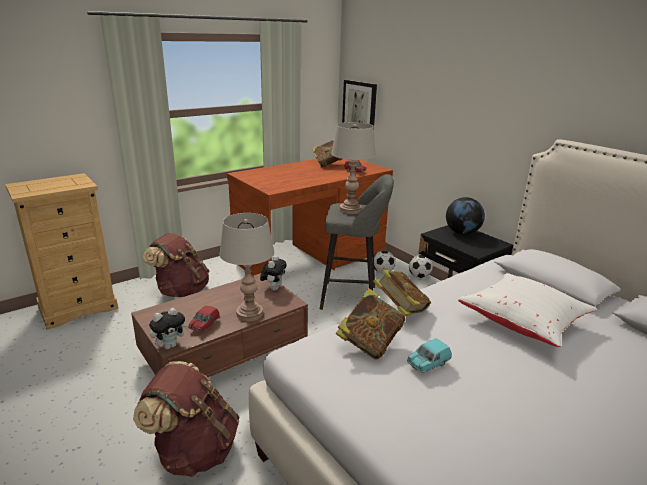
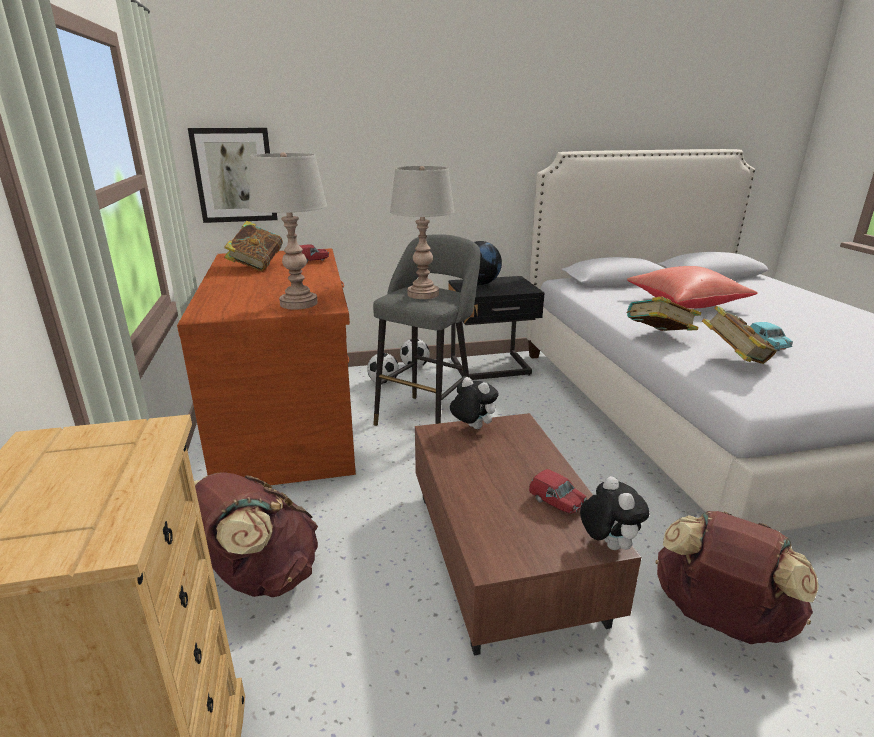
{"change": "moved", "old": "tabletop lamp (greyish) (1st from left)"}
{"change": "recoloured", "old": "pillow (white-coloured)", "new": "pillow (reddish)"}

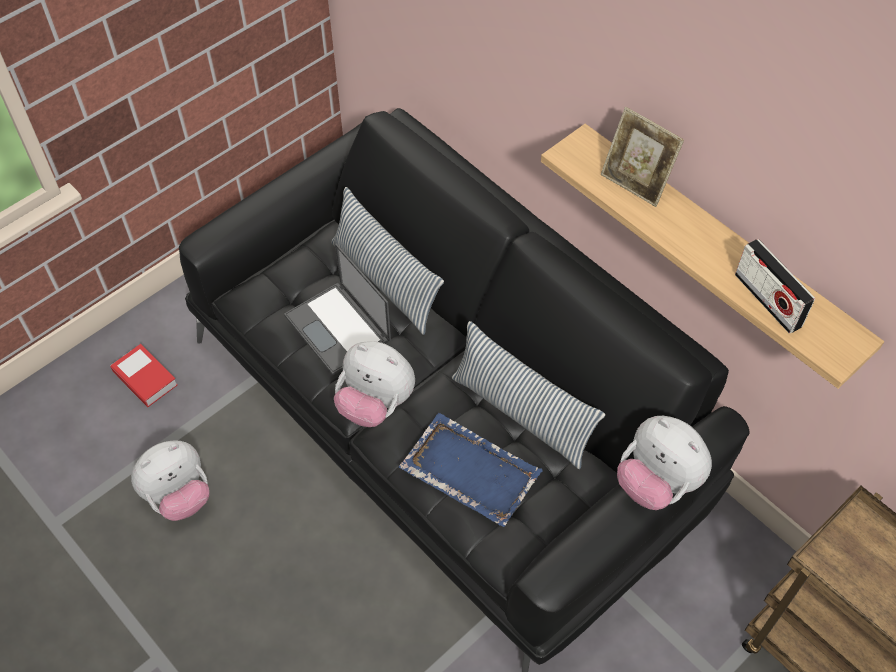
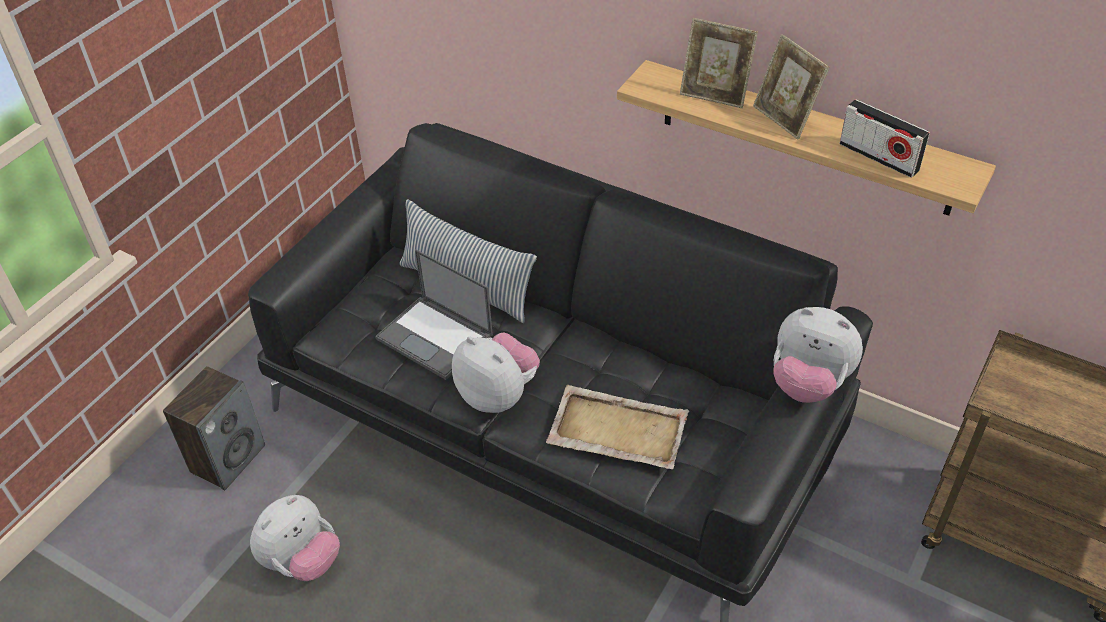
{"change": "replaced", "old": "volume", "new": "speaker"}
{"change": "turned", "old": "soft toy (2nd from left)", "degrees": -150}
{"change": "recoloured", "old": "tray (blue)", "new": "tray (beige-coloured)"}
{"change": "removed", "old": "pillow (2nd from left)"}
{"change": "added", "new": "photo frame (2nd from left)"}

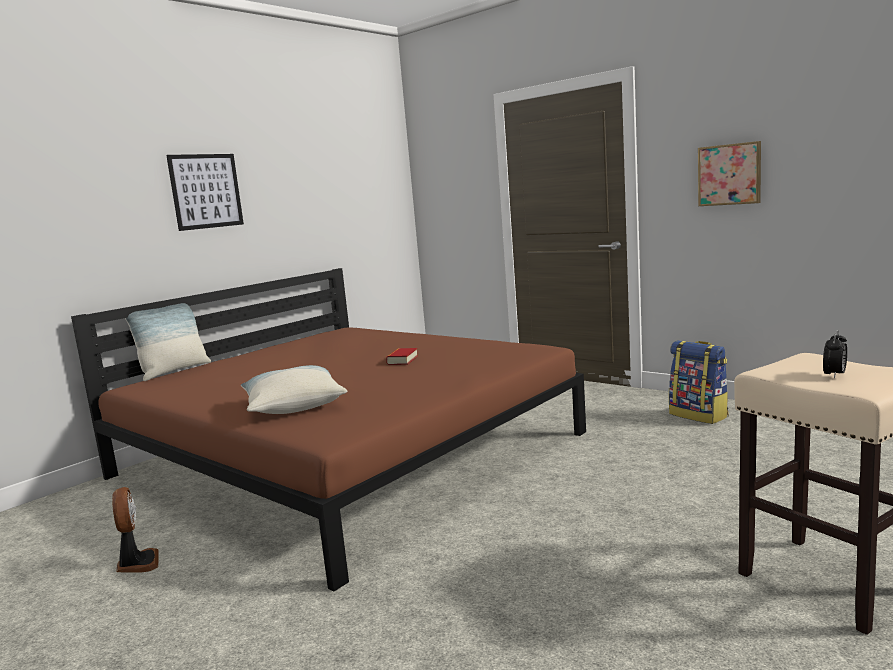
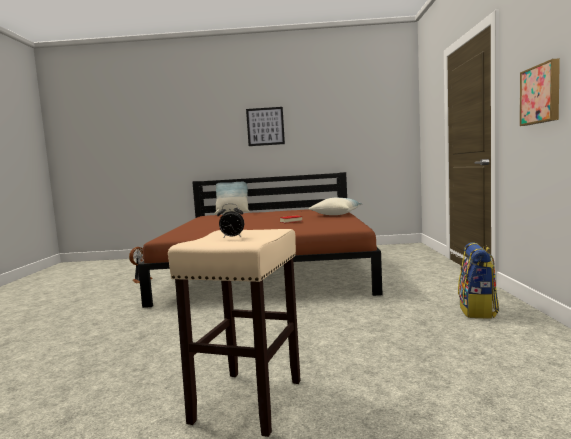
{"change": "moved", "old": "pillow (2nd from left)"}

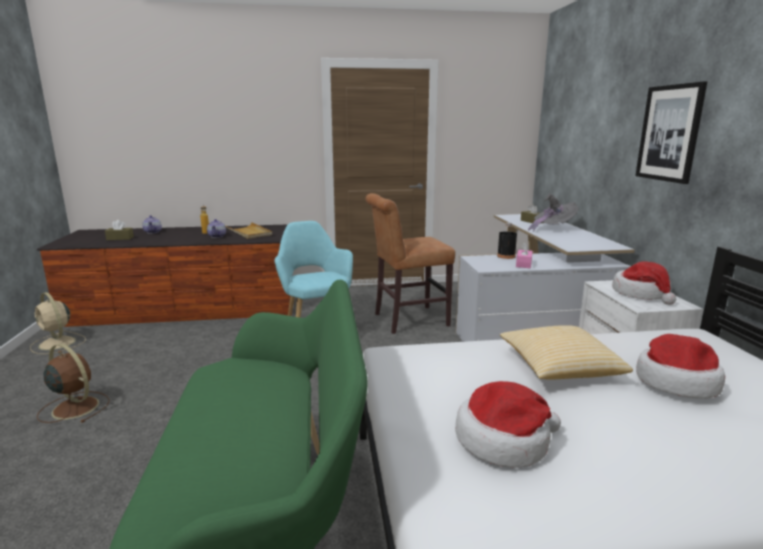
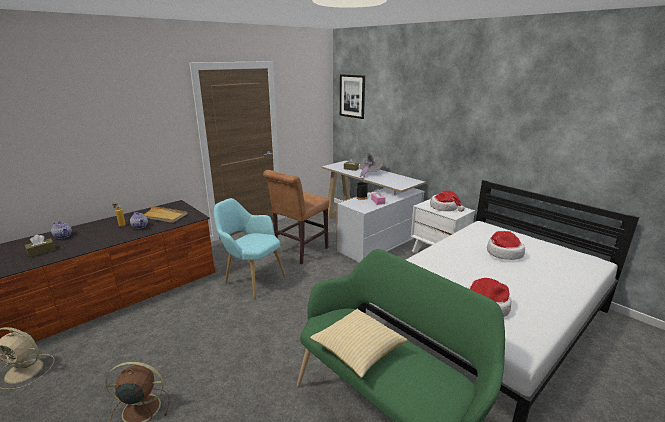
{"change": "moved", "old": "pillow"}
{"change": "moved", "old": "wall picture"}

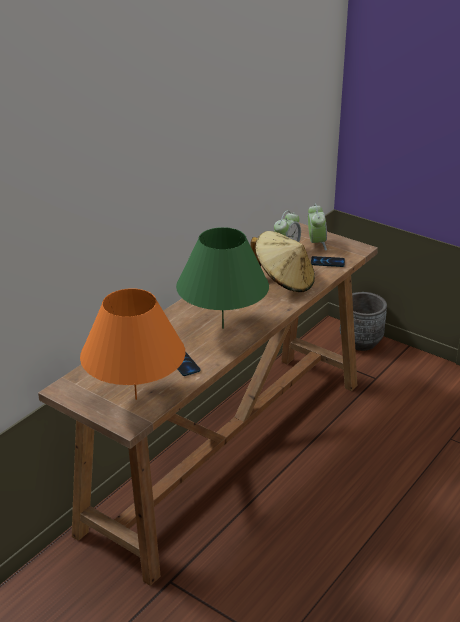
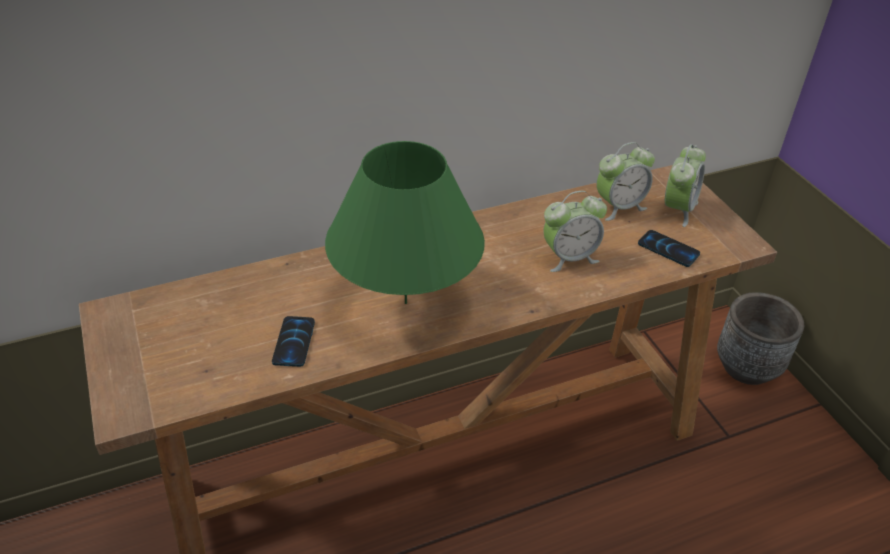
{"change": "removed", "old": "tabletop lamp (orangey)"}
{"change": "replaced", "old": "wearable hat (beige-coloured)", "new": "bedside clock (1st from left)"}

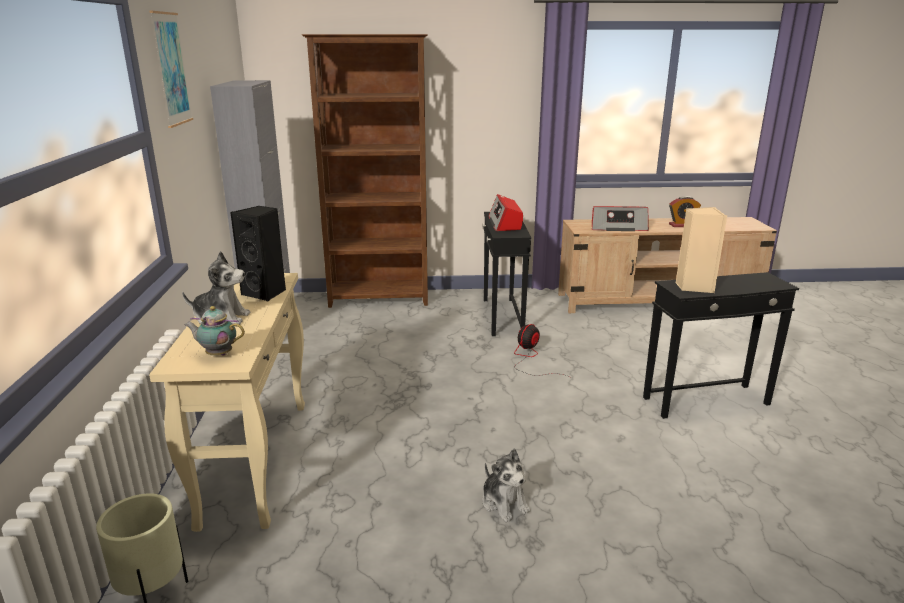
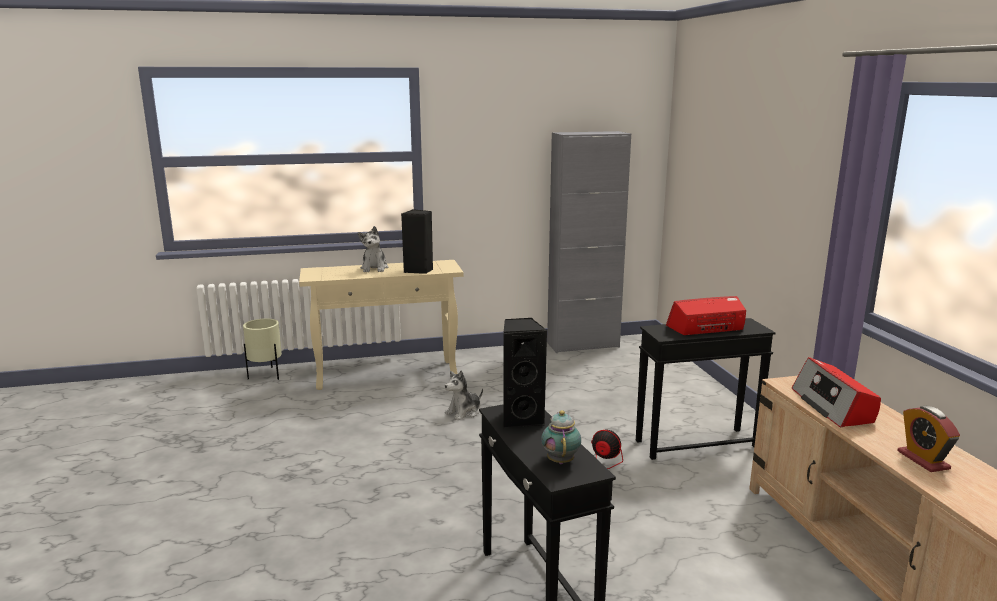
{"change": "removed", "old": "wall picture"}
{"change": "moved", "old": "teapot"}
{"change": "removed", "old": "bookcase (brown-coloured)"}
{"change": "moved", "old": "soft toy (2nd from left)"}
{"change": "recoloured", "old": "speaker (beige-coloured)", "new": "speaker (black-coloured) (2nd from left)"}

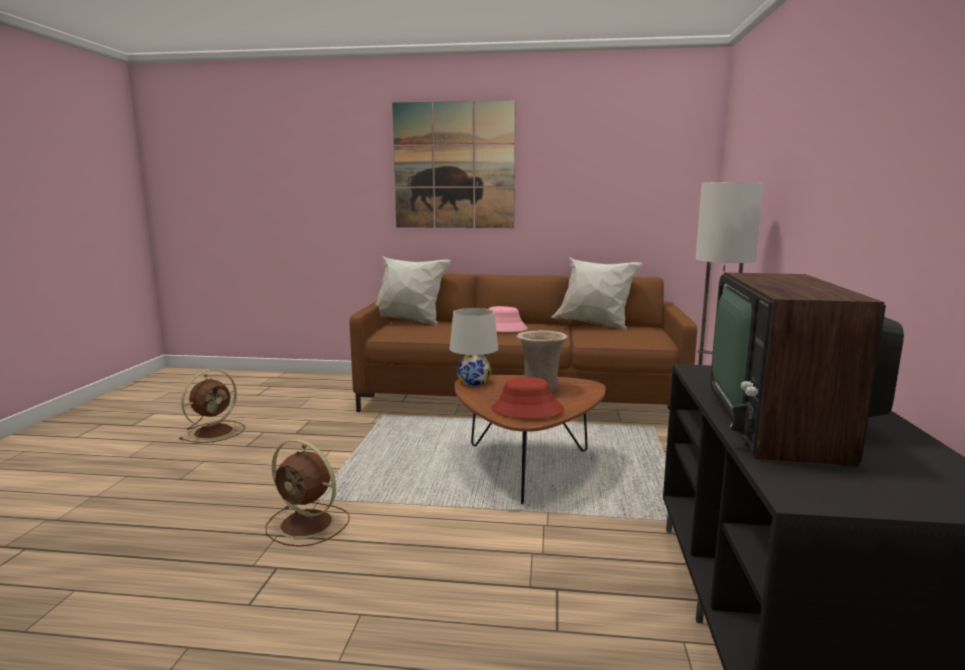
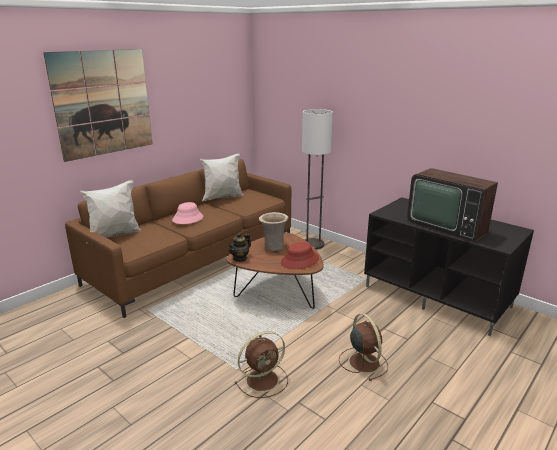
{"change": "moved", "old": "fan (brown-coloured) (1st from left in the first image)", "new": "fan (brown-coloured) (2nd from left)"}
{"change": "replaced", "old": "tabletop lamp (white-coloured)", "new": "teapot"}

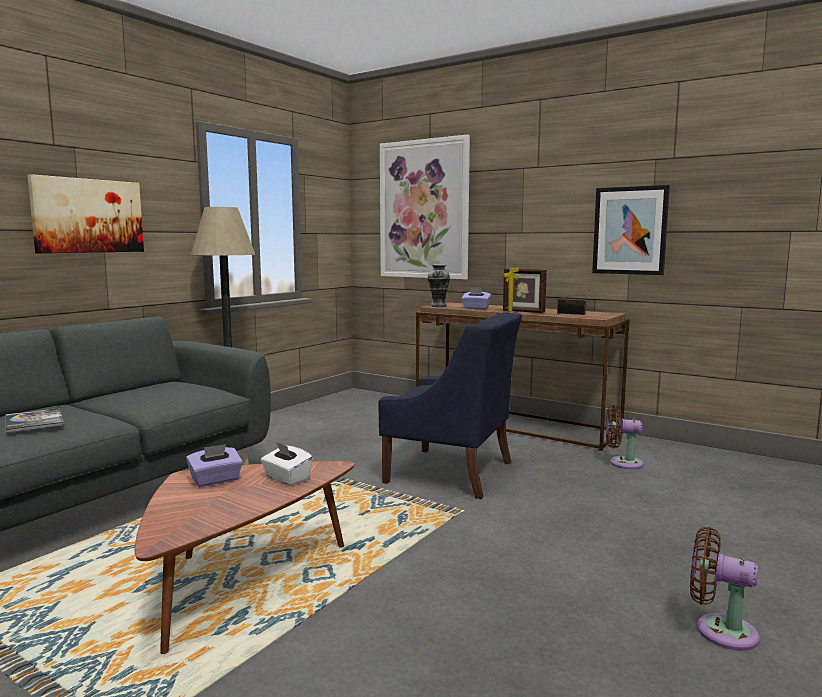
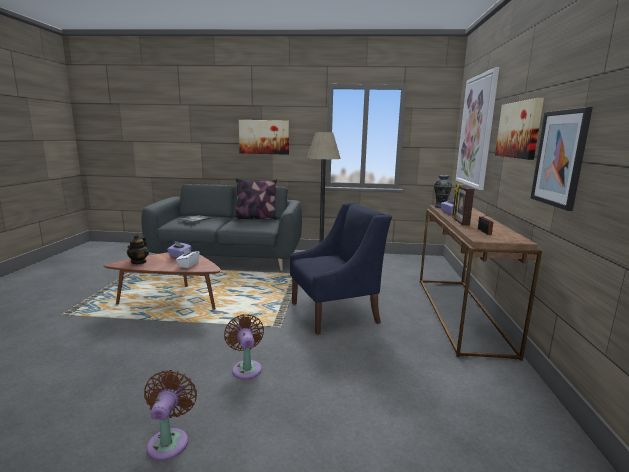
{"change": "turned", "old": "armchair (blue)", "degrees": -105}
{"change": "moved", "old": "fan (brown-coloured) (1st from left in the first image)", "new": "fan (brown-coloured) (2nd from left)"}
{"change": "added", "new": "teapot"}
{"change": "added", "new": "pillow"}
{"change": "added", "new": "wall picture (3rd from left)"}

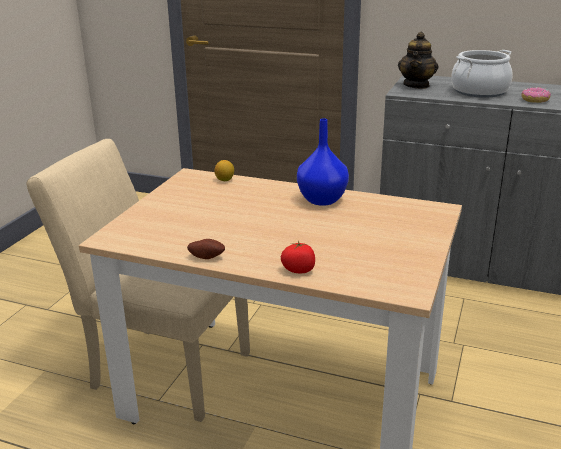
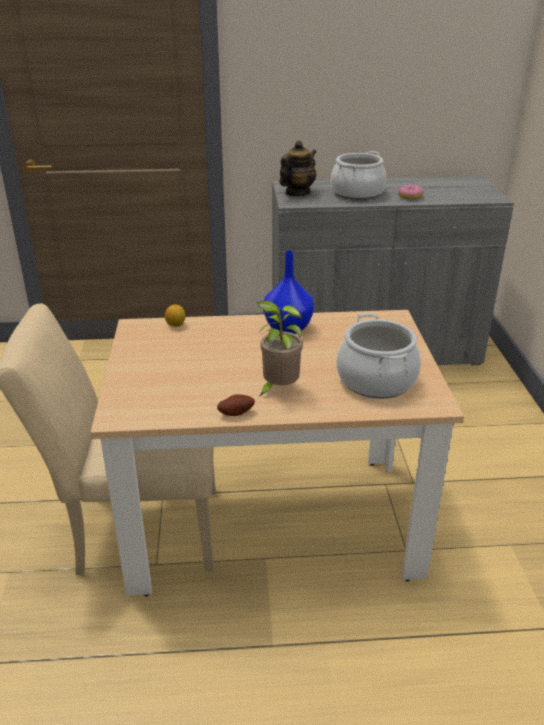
{"change": "removed", "old": "whole tomato"}
{"change": "turned", "old": "teapot", "degrees": -135}
{"change": "added", "new": "houseplant"}
{"change": "added", "new": "cooking pot (2nd from left)"}

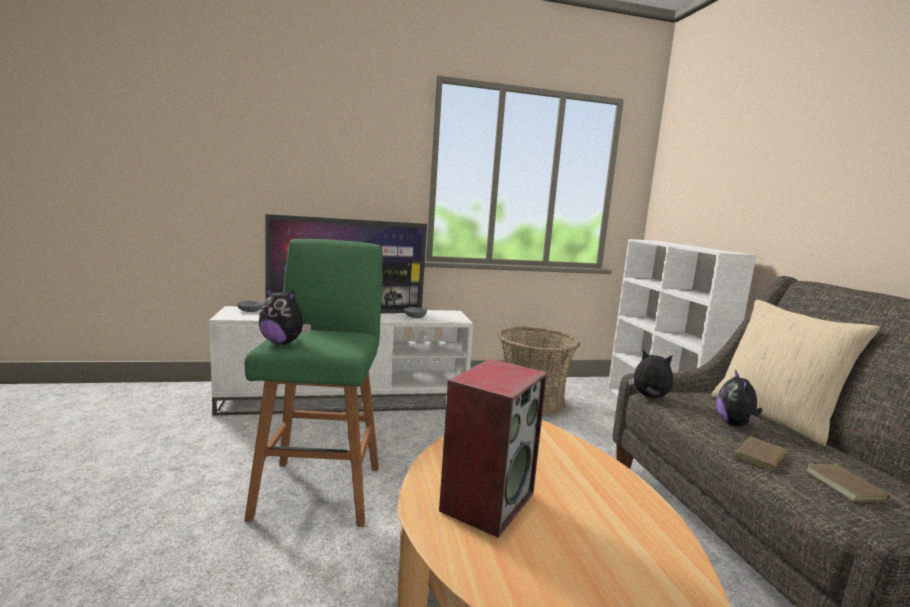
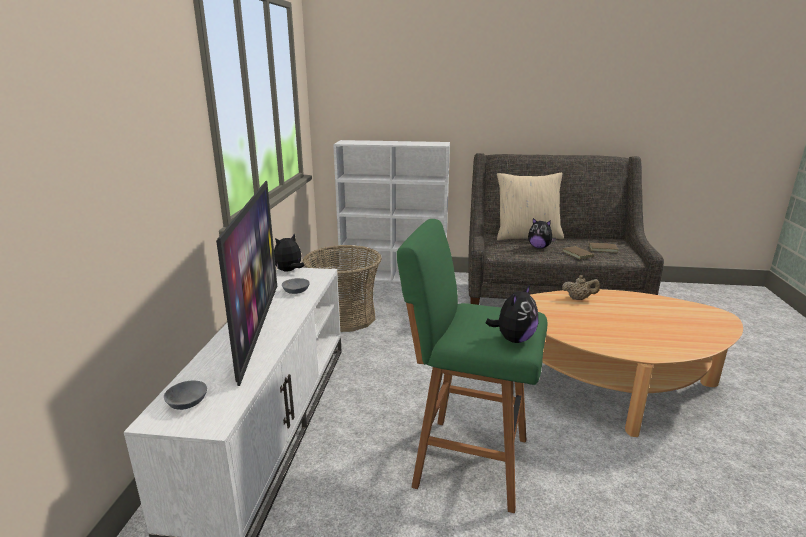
{"change": "removed", "old": "speaker"}
{"change": "moved", "old": "soft toy (2nd from left in the first image)", "new": "soft toy (1st from left)"}
{"change": "added", "new": "teapot (beige-coloured)"}

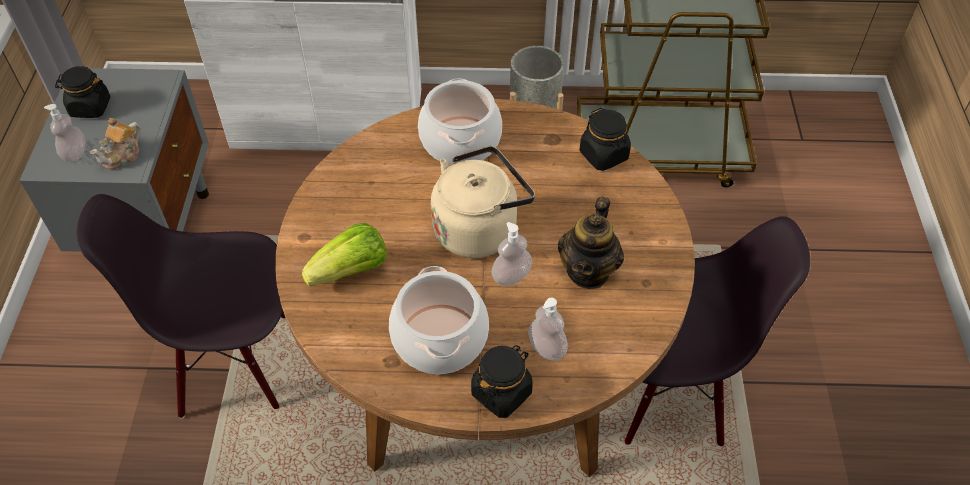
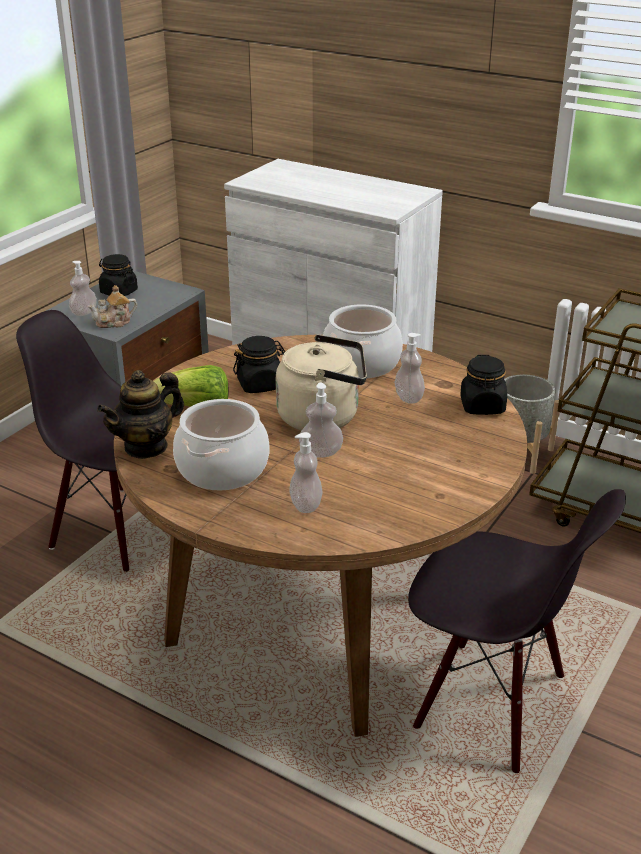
{"change": "moved", "old": "storage jar (black-coloured) (2nd from left)"}
{"change": "moved", "old": "teapot (2nd from left)"}
{"change": "added", "new": "soap bottle (4th from left)"}

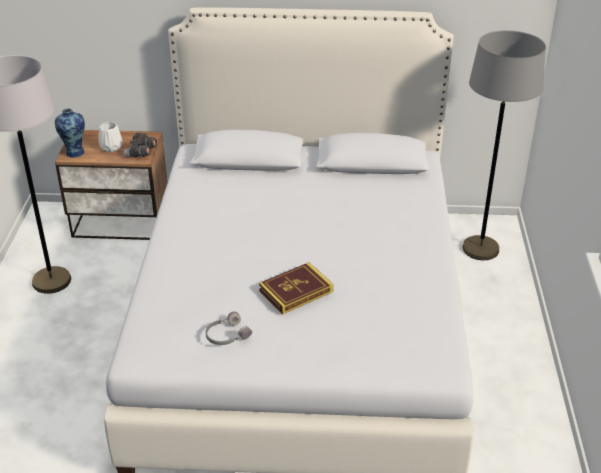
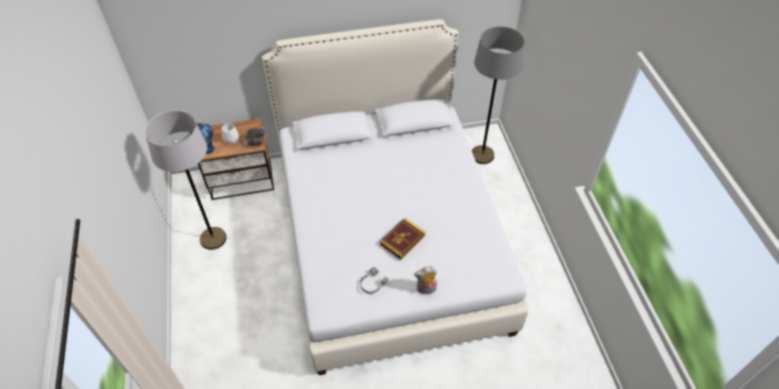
{"change": "added", "new": "soft toy"}

